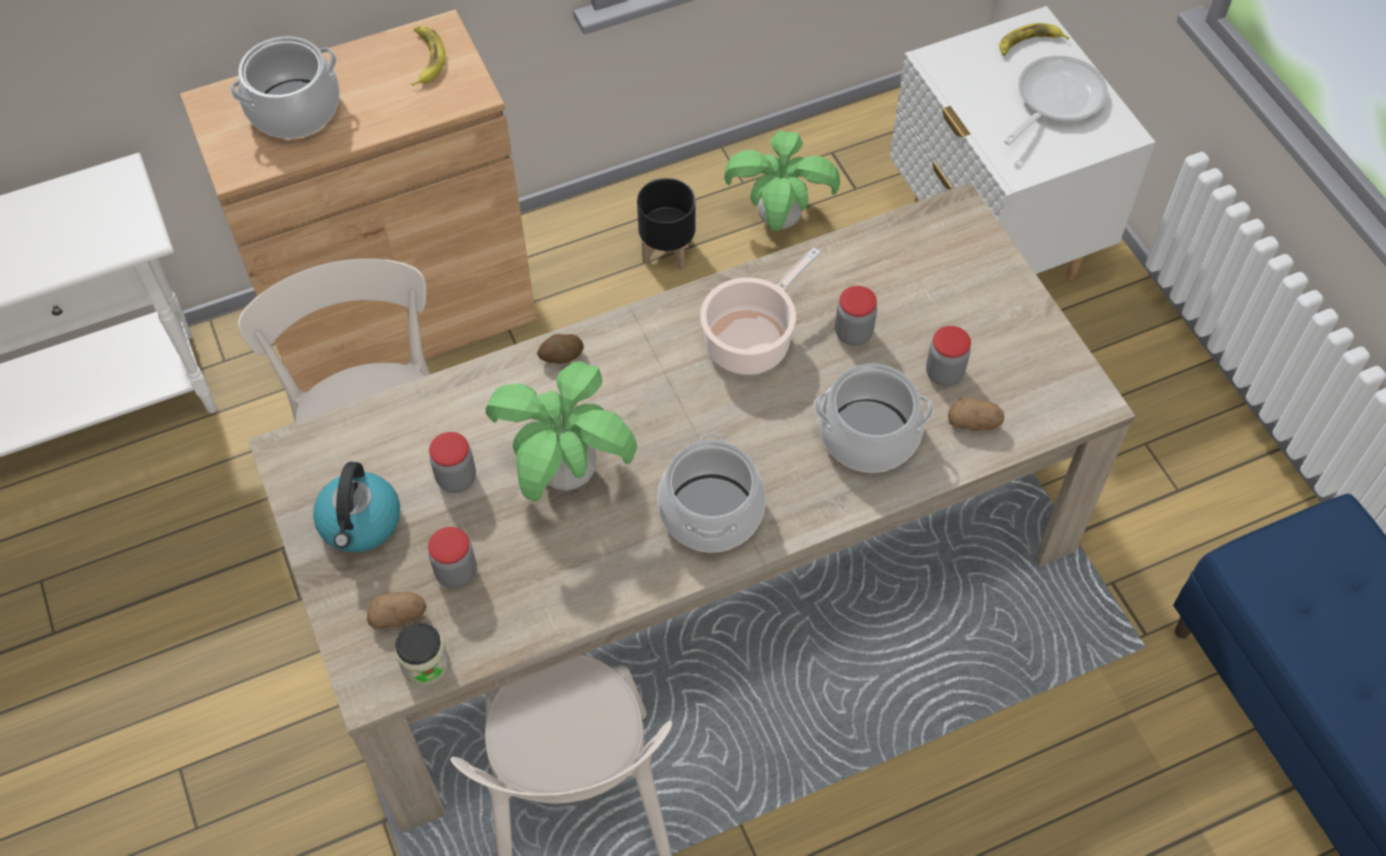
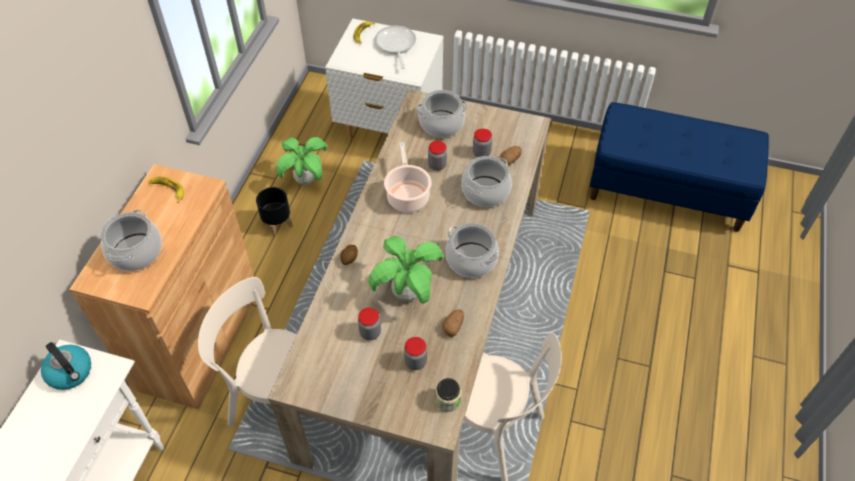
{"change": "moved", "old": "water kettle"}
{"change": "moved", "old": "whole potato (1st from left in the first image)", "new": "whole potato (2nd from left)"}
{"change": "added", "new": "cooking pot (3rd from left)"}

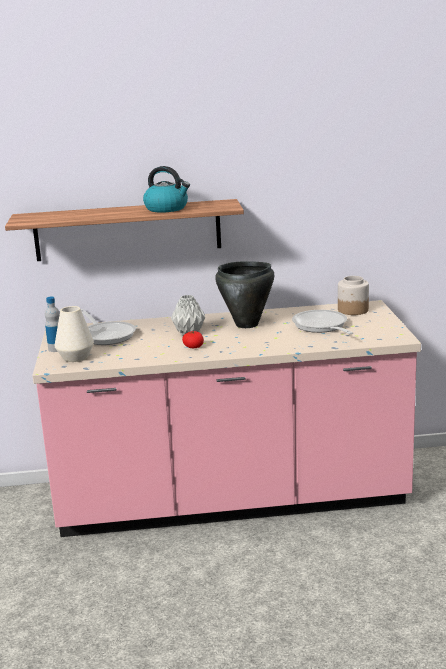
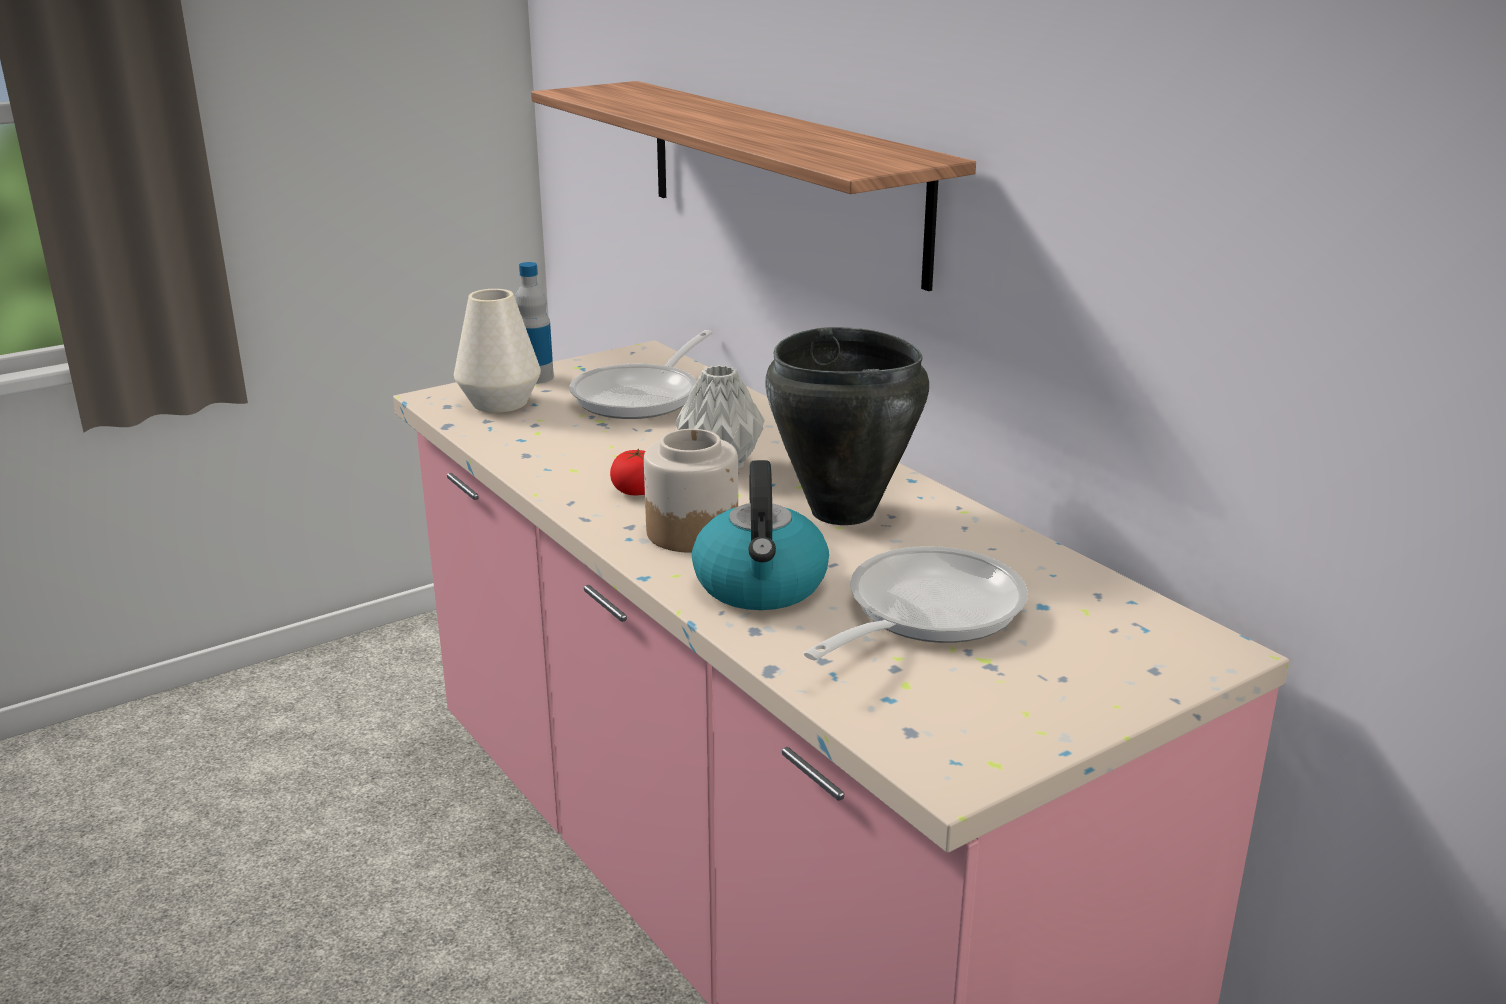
{"change": "moved", "old": "water kettle"}
{"change": "moved", "old": "storage jar"}

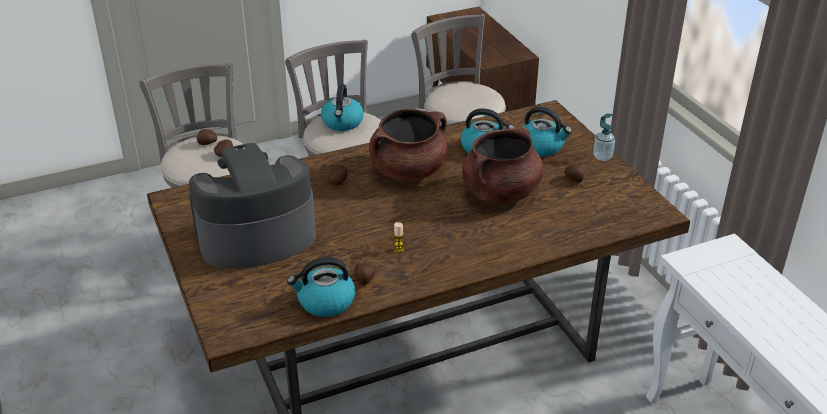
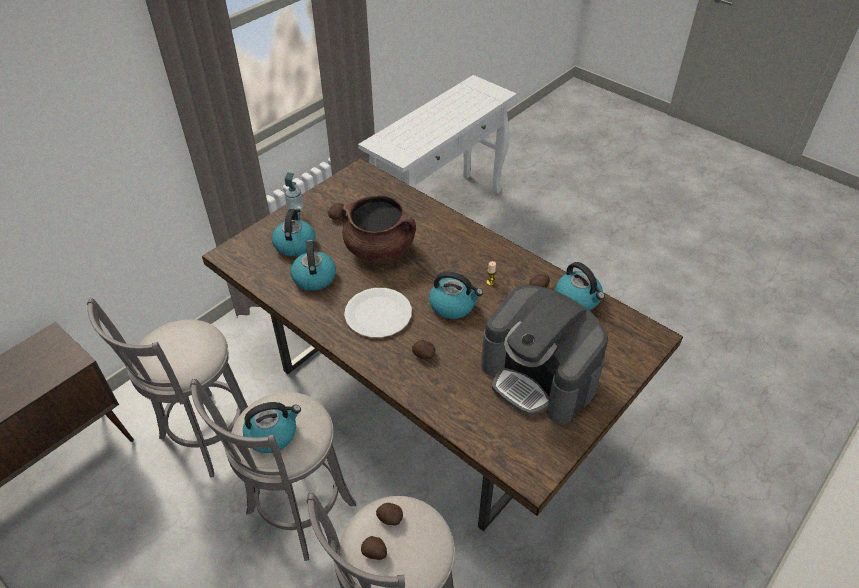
{"change": "replaced", "old": "cooking pot (brown-coloured) (1st from left)", "new": "plate (white-coloured)"}
{"change": "added", "new": "water kettle (4th from left)"}

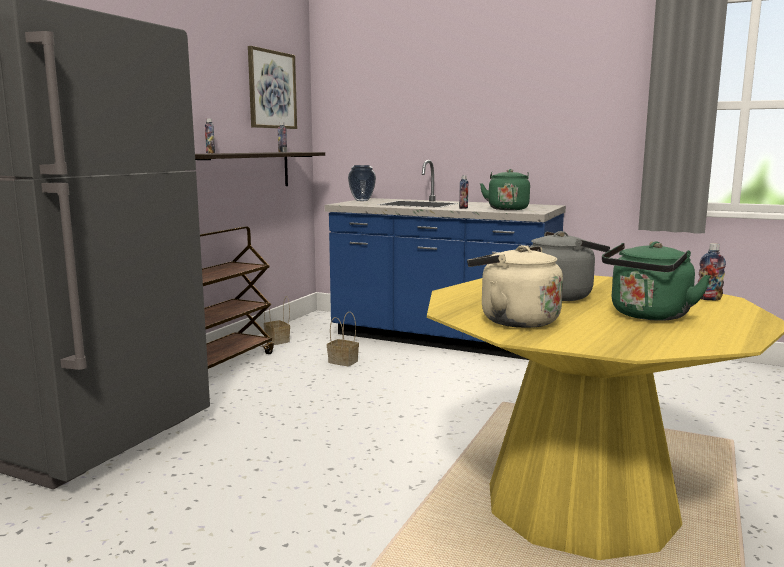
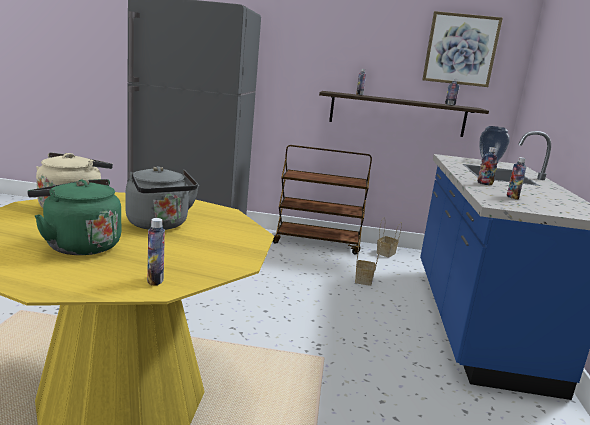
{"change": "replaced", "old": "water kettle (greenish) (1st from left)", "new": "bottle (5th from left)"}

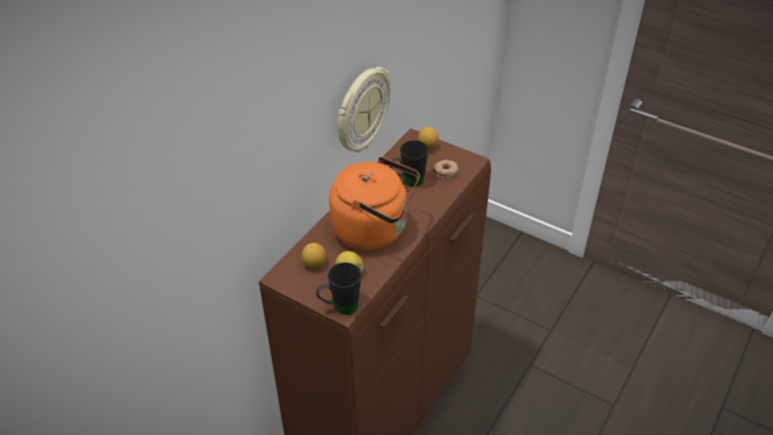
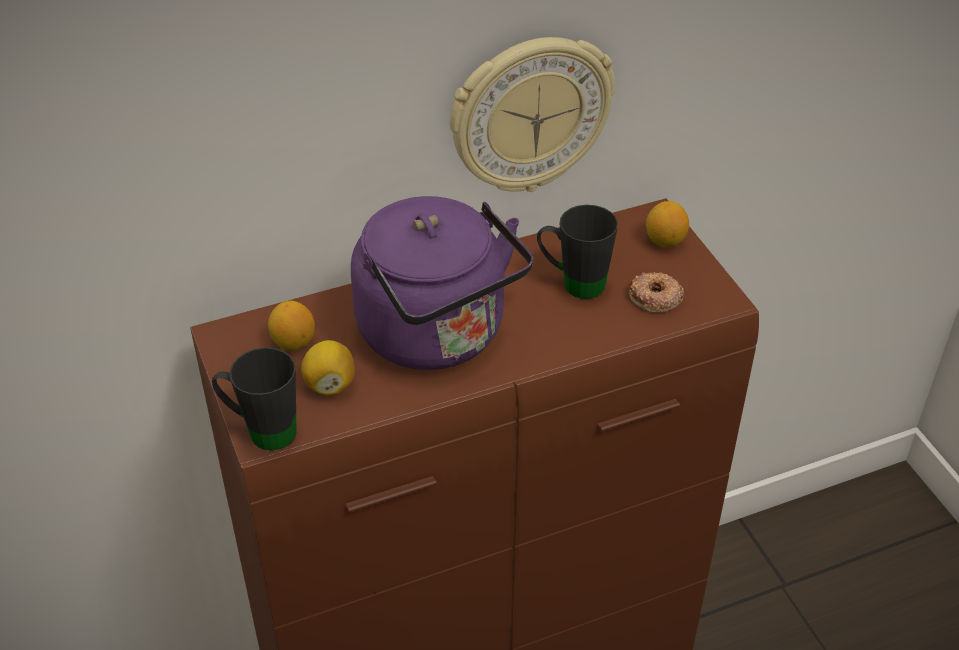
{"change": "recoloured", "old": "water kettle (orangey)", "new": "water kettle (purplish)"}

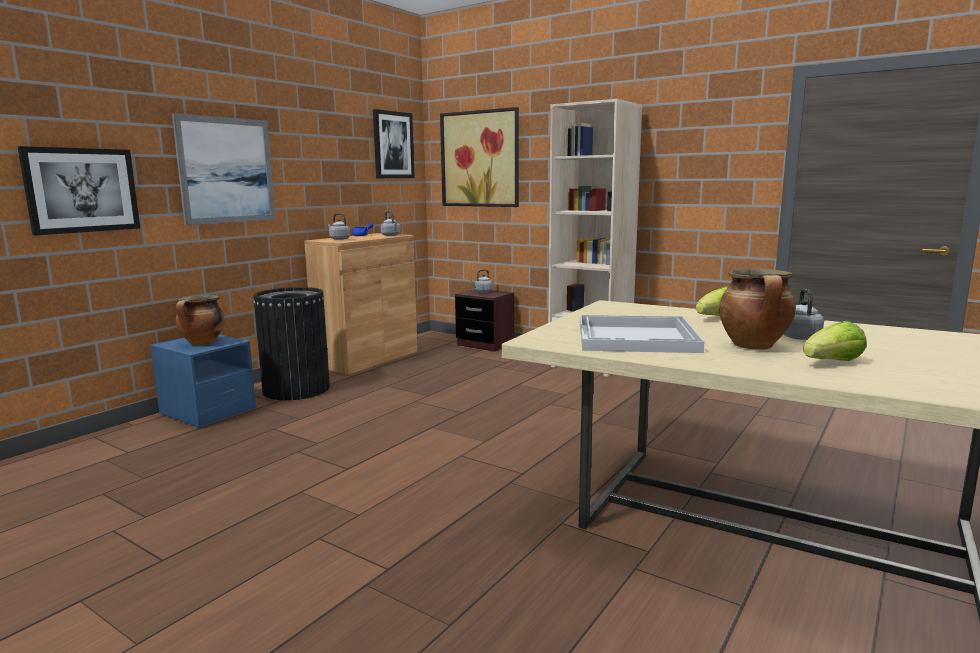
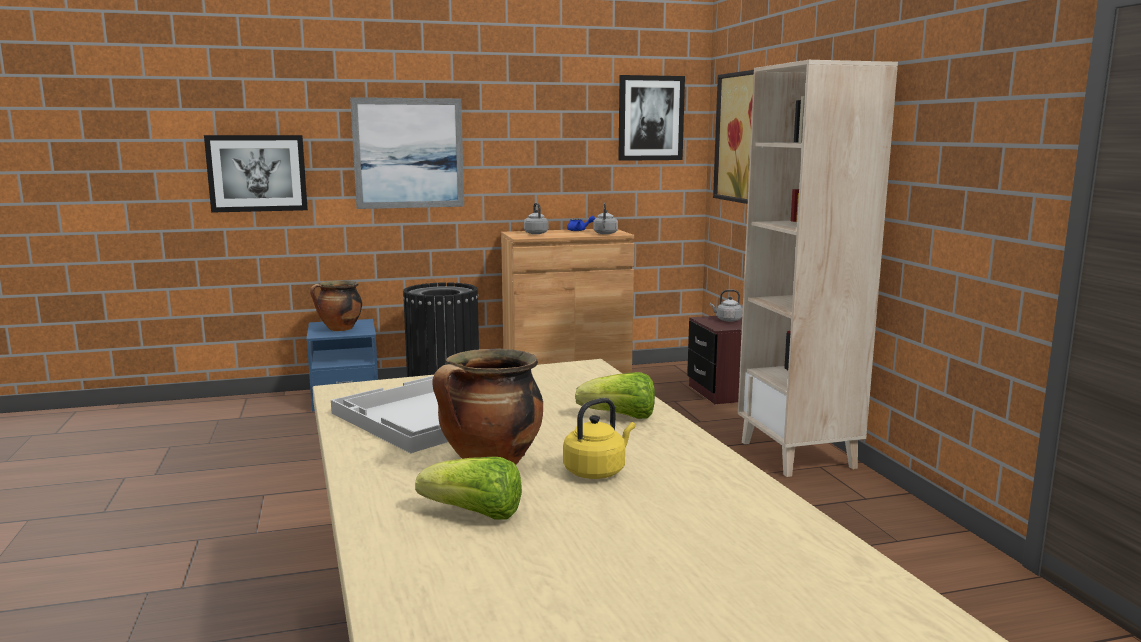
{"change": "recoloured", "old": "water kettle (greyish) (4th from left)", "new": "water kettle (yellow-coloured)"}

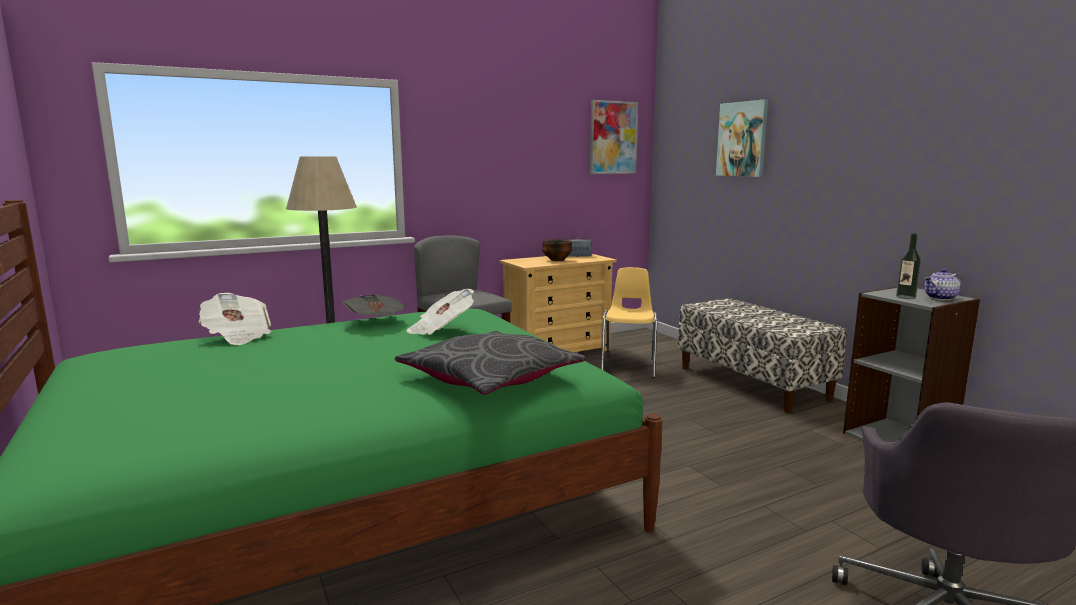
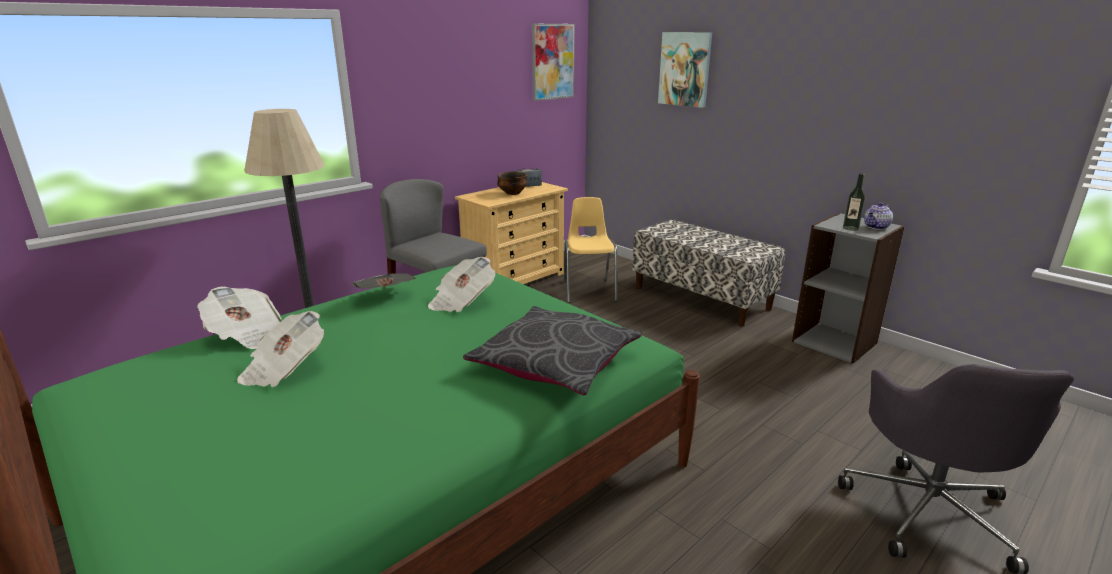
{"change": "added", "new": "printed paper (2nd from left)"}

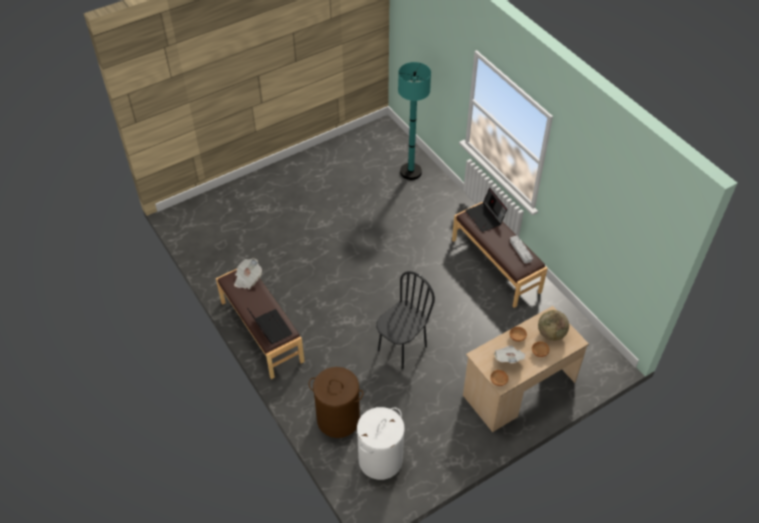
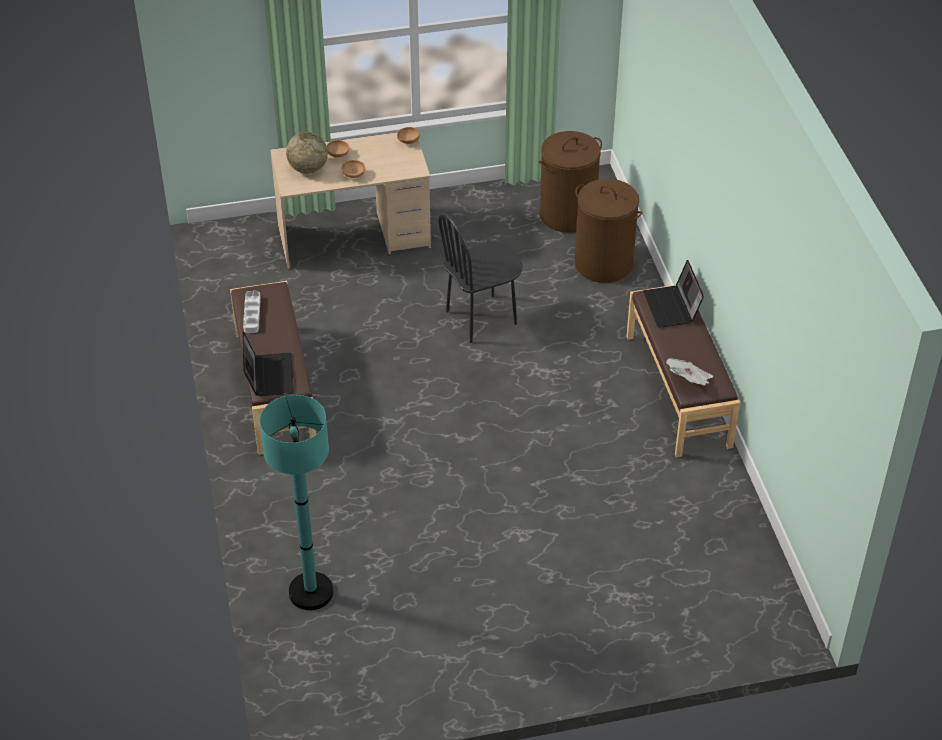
{"change": "recoloured", "old": "laundry basket (white-coloured)", "new": "laundry basket (brown-coloured) (1st from left)"}
{"change": "removed", "old": "printed paper (2nd from left)"}

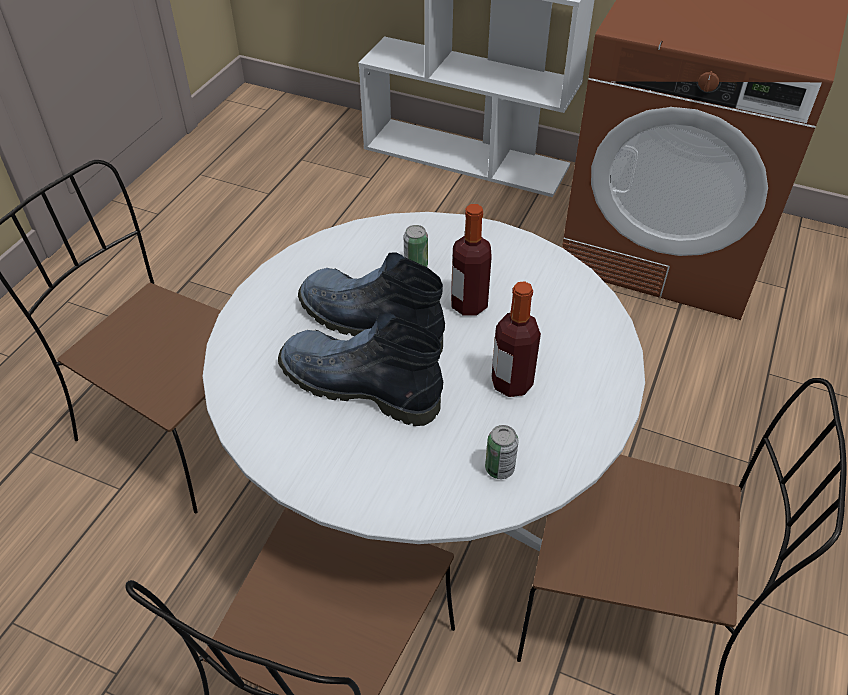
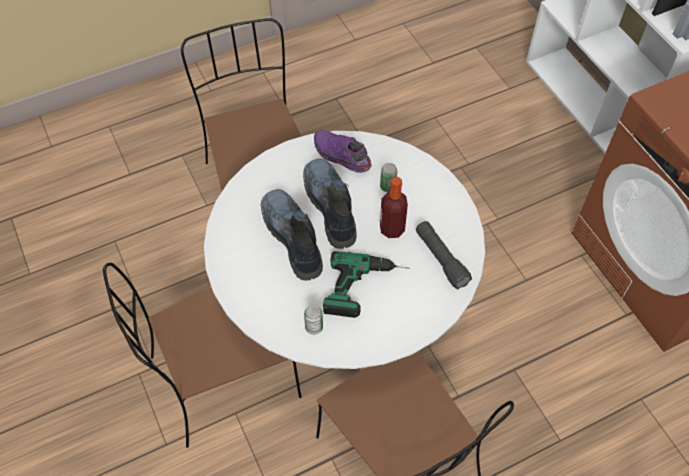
{"change": "replaced", "old": "bottle (2nd from left)", "new": "power drill"}
{"change": "added", "new": "item of footwear (purplish)"}
{"change": "added", "new": "torch (black-coloured)"}

